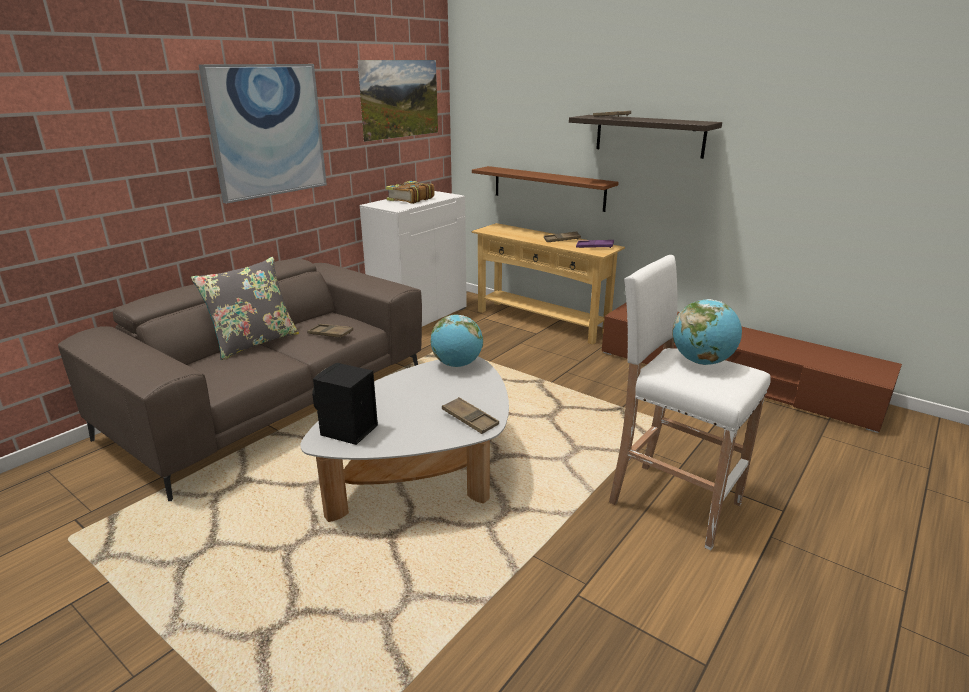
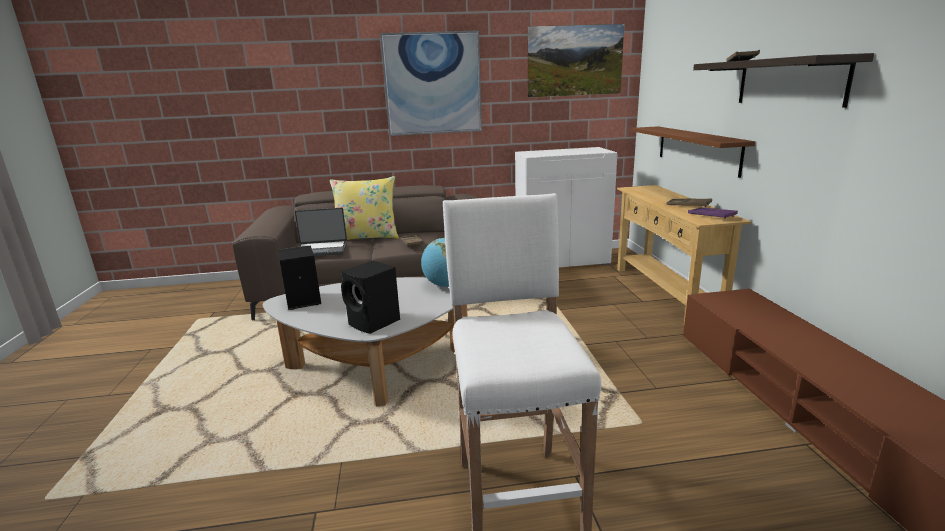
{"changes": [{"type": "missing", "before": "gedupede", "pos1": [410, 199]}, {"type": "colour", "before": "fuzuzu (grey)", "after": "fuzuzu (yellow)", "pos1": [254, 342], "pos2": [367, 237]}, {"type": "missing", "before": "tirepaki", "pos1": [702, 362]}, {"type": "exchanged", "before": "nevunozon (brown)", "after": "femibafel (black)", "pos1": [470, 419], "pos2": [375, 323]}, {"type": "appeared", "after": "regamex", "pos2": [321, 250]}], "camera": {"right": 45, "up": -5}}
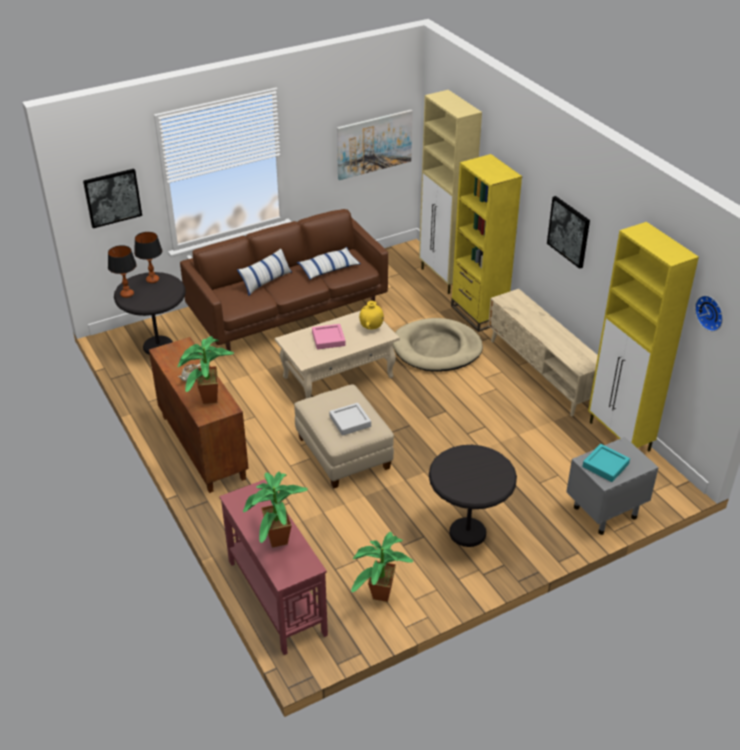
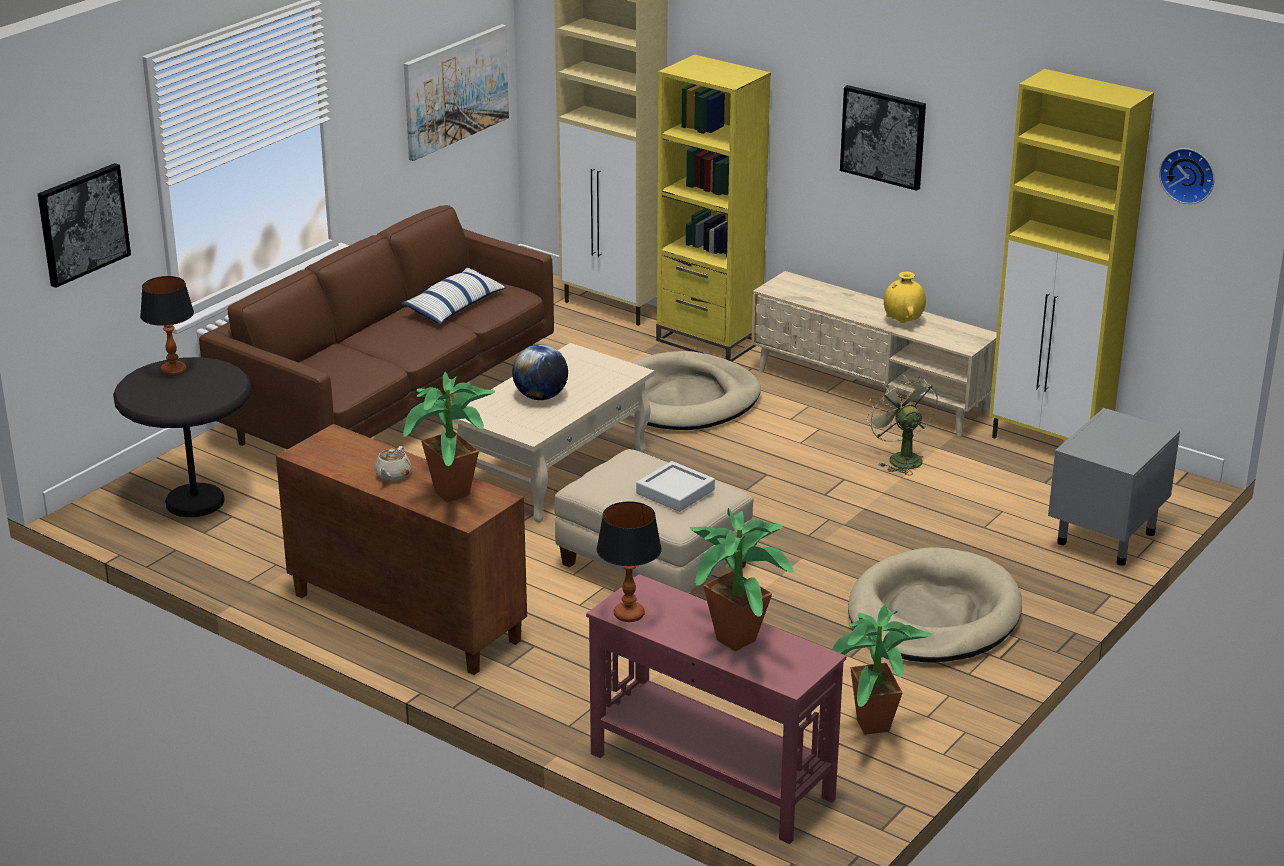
{"changes": [{"type": "relocated", "before": "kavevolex", "pos1": [127, 294], "pos2": [628, 615]}, {"type": "missing", "before": "fuzuzu", "pos1": [266, 281]}, {"type": "relocated", "before": "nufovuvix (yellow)", "pos1": [371, 328], "pos2": [903, 322]}, {"type": "exchanged", "before": "nevunozon (pink)", "after": "tirepaki", "pos1": [328, 339], "pos2": [540, 397]}, {"type": "missing", "before": "nevunozon (turquoise)", "pos1": [605, 465]}, {"type": "exchanged", "before": "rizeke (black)", "after": "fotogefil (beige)", "pos1": [467, 533], "pos2": [933, 615]}, {"type": "appeared", "after": "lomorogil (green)", "pos2": [900, 458]}], "camera": {"right": -25, "up": -10}}
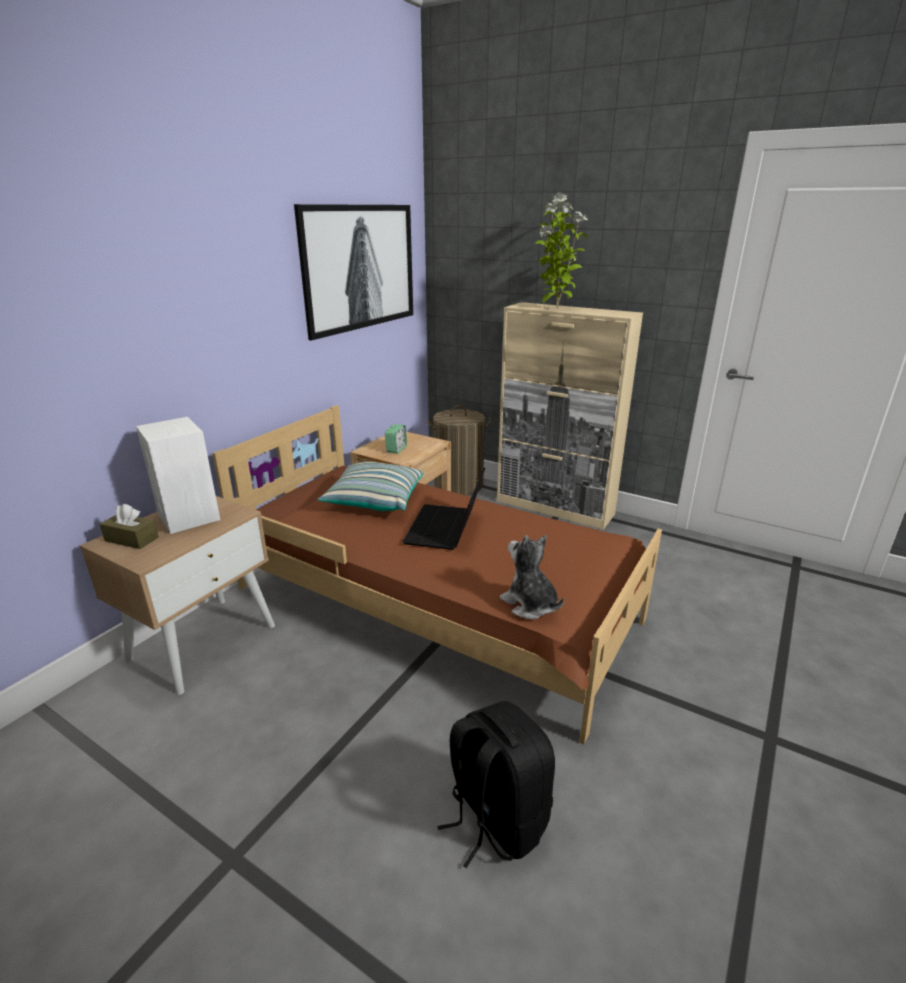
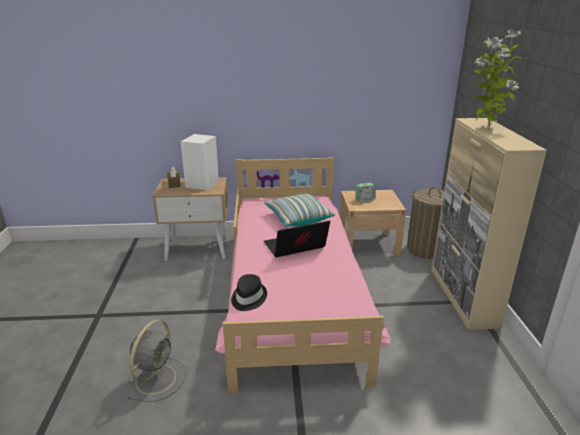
{"changes": [{"type": "missing", "before": "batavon", "pos1": [360, 267]}, {"type": "colour", "before": "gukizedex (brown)", "after": "gukizedex (pink)", "pos1": [437, 603], "pos2": [293, 295]}, {"type": "exchanged", "before": "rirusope", "after": "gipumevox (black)", "pos1": [530, 604], "pos2": [248, 298]}, {"type": "exchanged", "before": "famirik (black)", "after": "lomorogil (grey)", "pos1": [495, 818], "pos2": [157, 378]}], "camera": {"right": 55, "up": 0}}
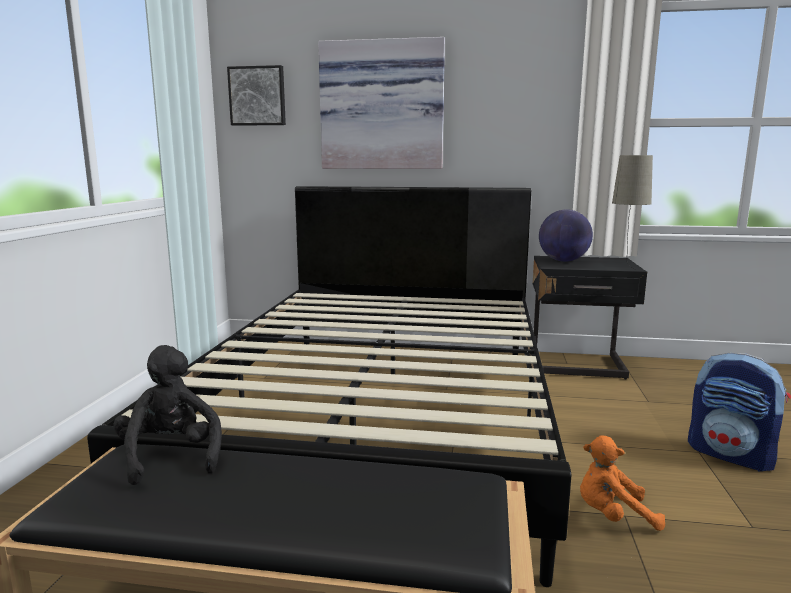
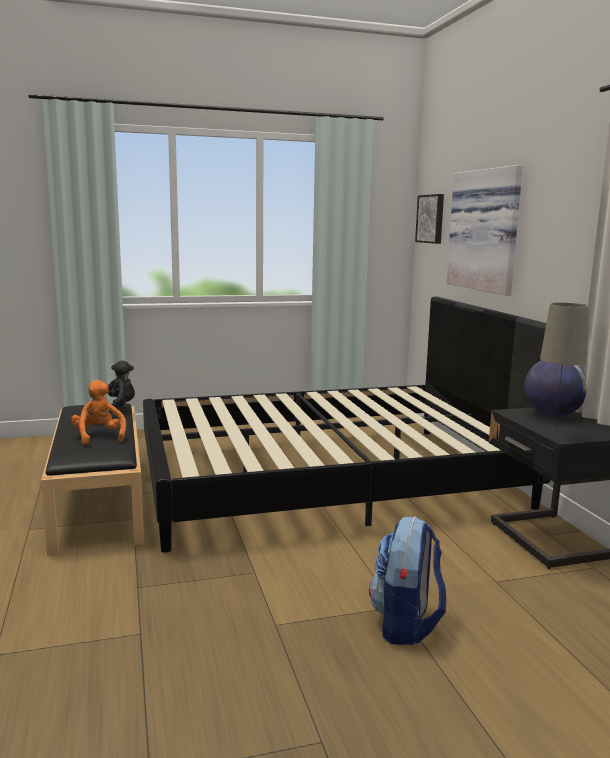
{"changes": [{"type": "relocated", "before": "rirusope (orange)", "pos1": [612, 516], "pos2": [99, 437]}], "camera": {"right": 65, "up": 0}}
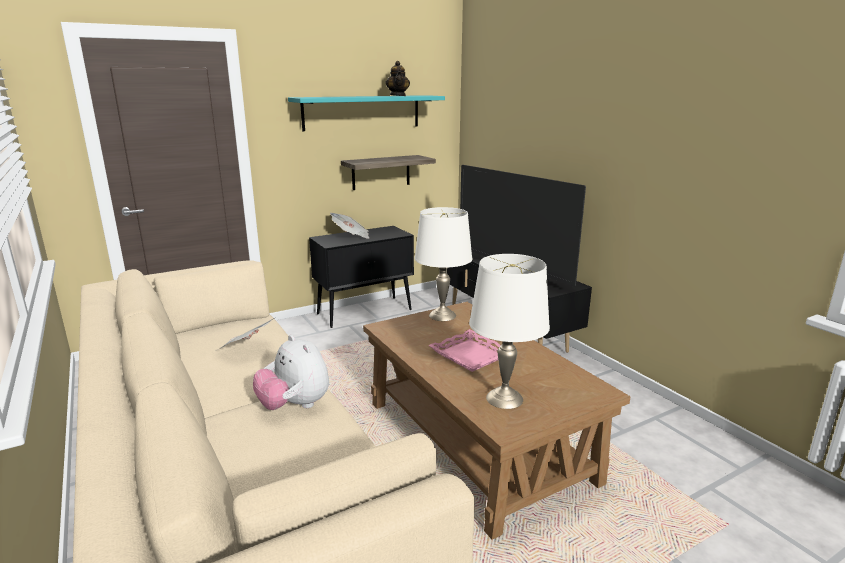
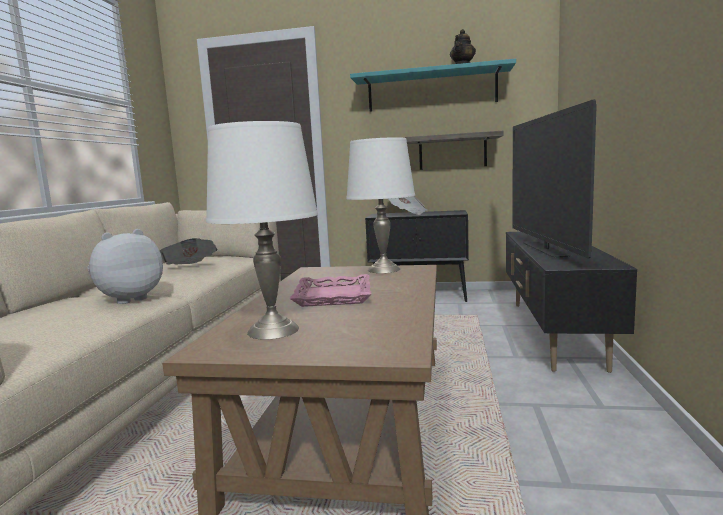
{"changes": [{"type": "spun", "before": "rirusope", "pos1": [294, 406], "pos2": [128, 299], "turn": 45}], "camera": {"right": 40, "up": -10}}
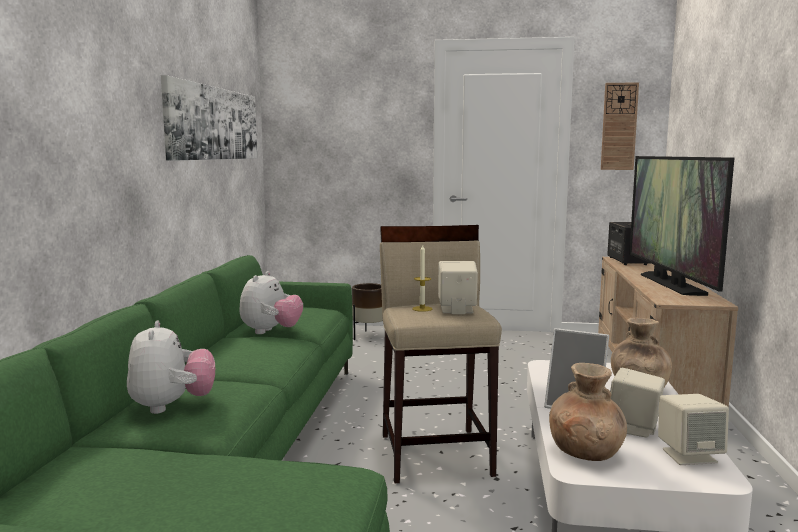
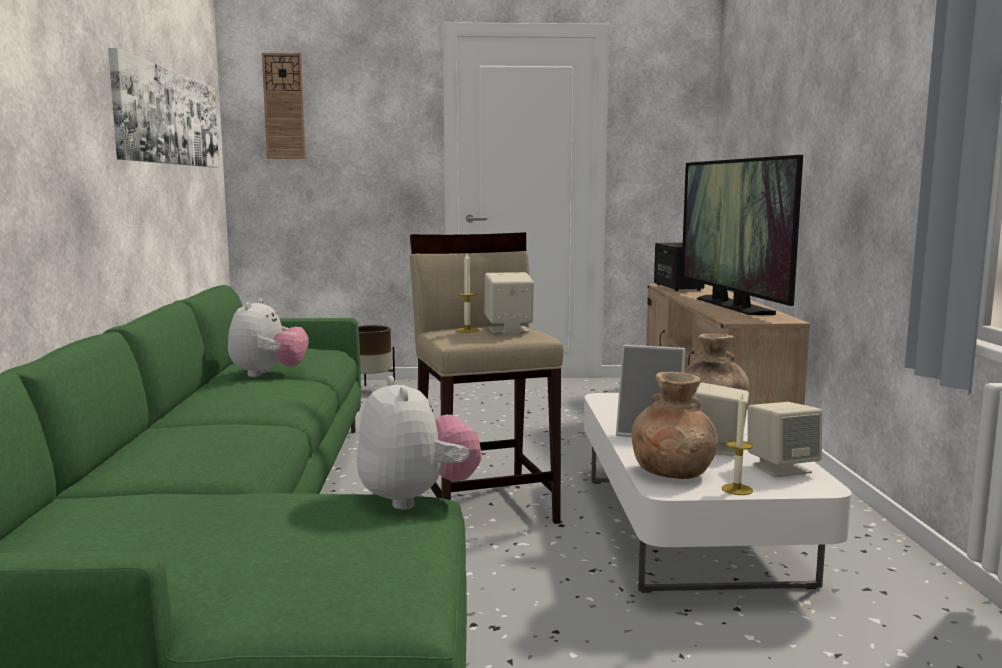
{"changes": [{"type": "relocated", "before": "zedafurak", "pos1": [619, 126], "pos2": [284, 106]}, {"type": "relocated", "before": "rirusope", "pos1": [172, 406], "pos2": [416, 499]}, {"type": "appeared", "after": "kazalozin", "pos2": [737, 489]}], "camera": {"right": -10, "up": 0}}
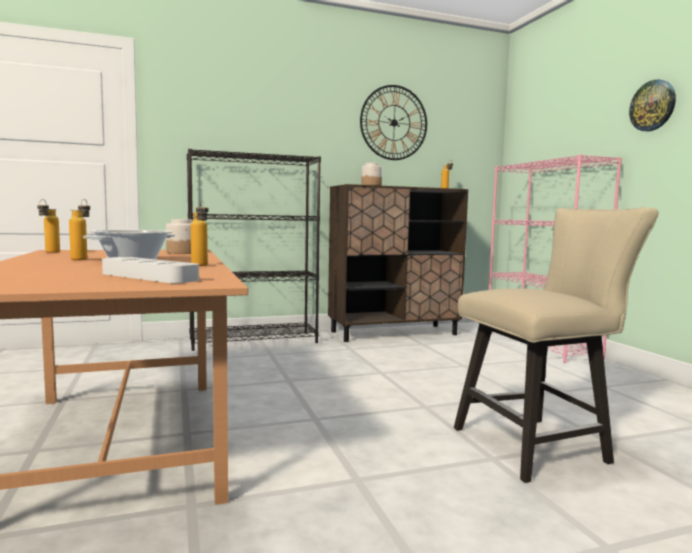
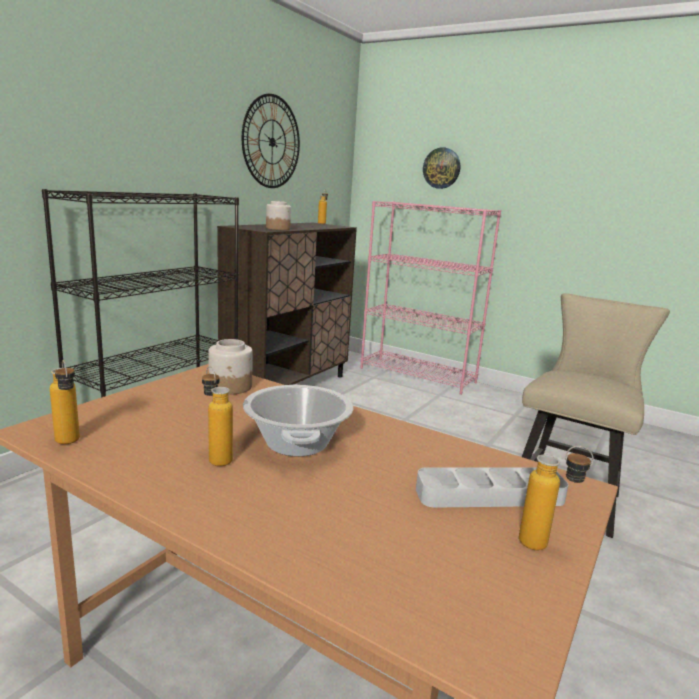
{"changes": [{"type": "relocated", "before": "zedafurak", "pos1": [652, 106], "pos2": [441, 168]}, {"type": "relocated", "before": "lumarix", "pos1": [201, 266], "pos2": [545, 546]}], "camera": {"right": -40, "up": 10}}
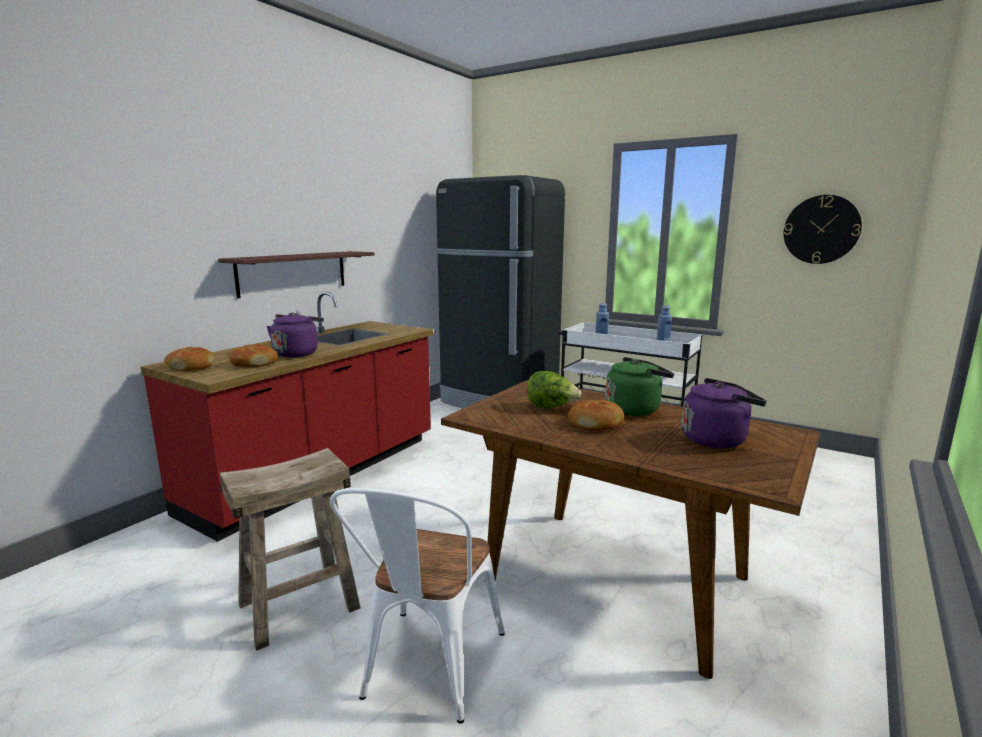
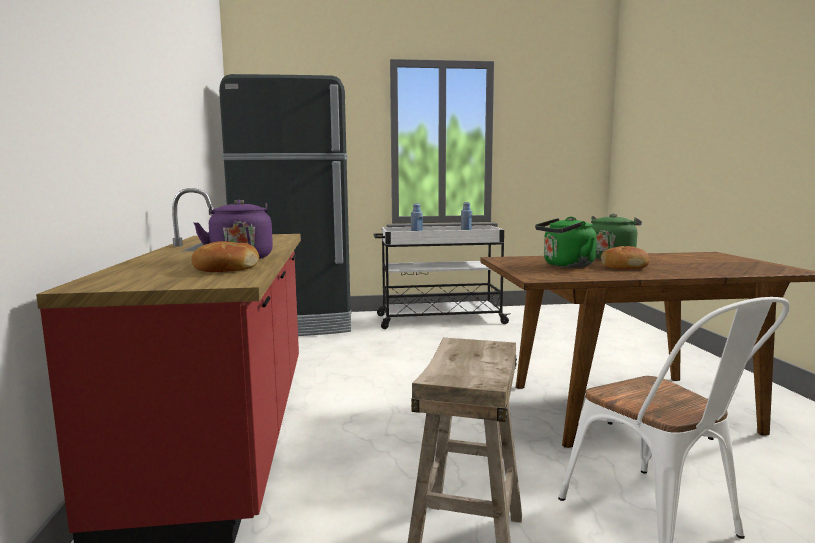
{"changes": [{"type": "missing", "before": "zedafurak", "pos1": [821, 229]}, {"type": "missing", "before": "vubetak", "pos1": [293, 273]}, {"type": "missing", "before": "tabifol", "pos1": [191, 367]}, {"type": "exchanged", "before": "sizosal", "after": "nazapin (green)", "pos1": [551, 408], "pos2": [566, 265]}, {"type": "missing", "before": "nazapin (purple)", "pos1": [717, 439]}], "camera": {"right": -40, "up": -5}}
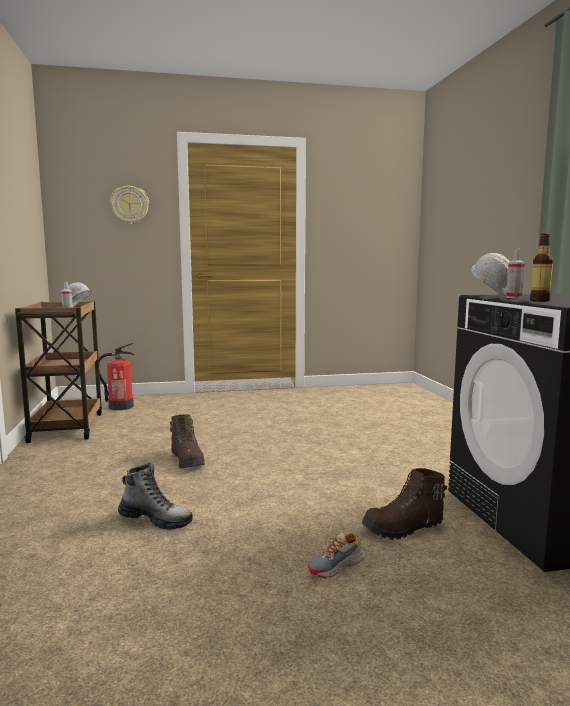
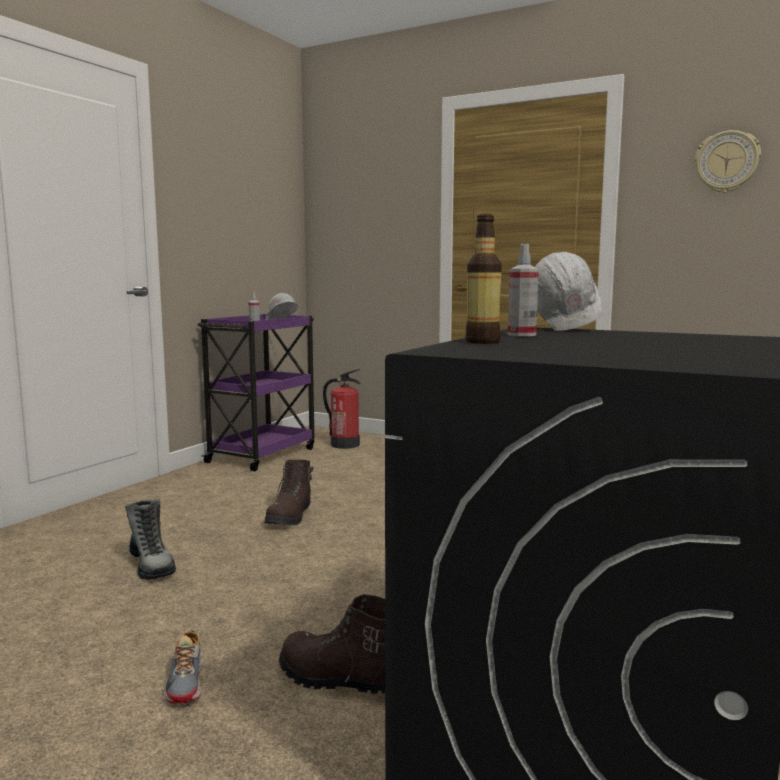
{"changes": [{"type": "relocated", "before": "zedafurak", "pos1": [130, 205], "pos2": [727, 162]}, {"type": "colour", "before": "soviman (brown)", "after": "soviman (purple)", "pos1": [67, 427], "pos2": [263, 455]}, {"type": "spun", "before": "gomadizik", "pos1": [337, 566], "pos2": [187, 682], "turn": -105}], "camera": {"right": 40, "up": 0}}
